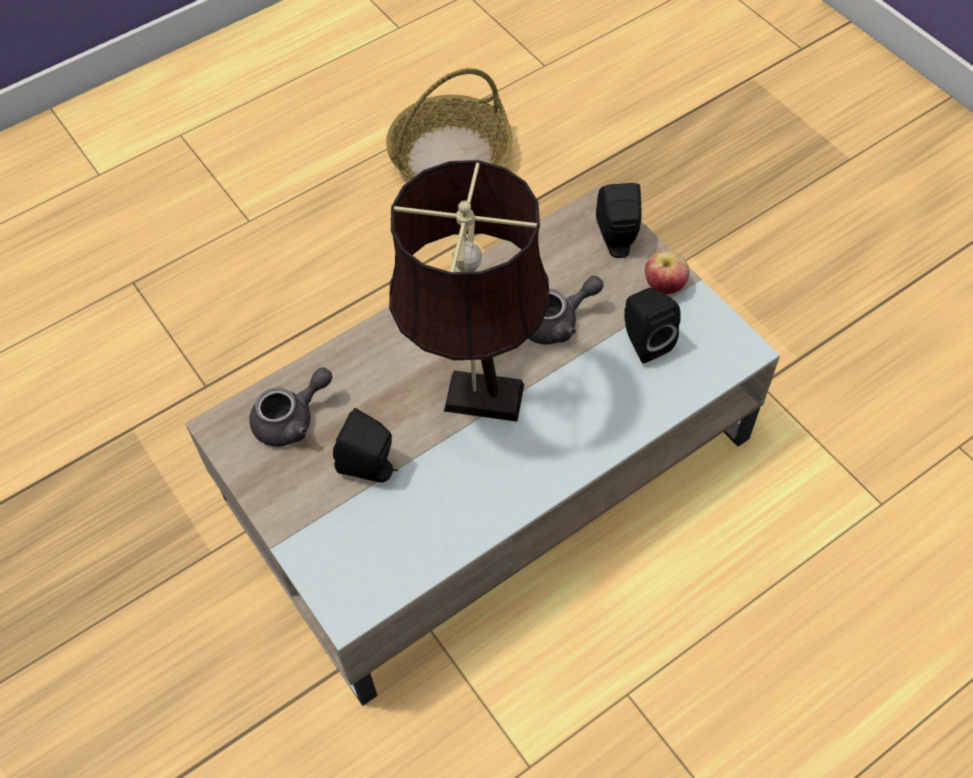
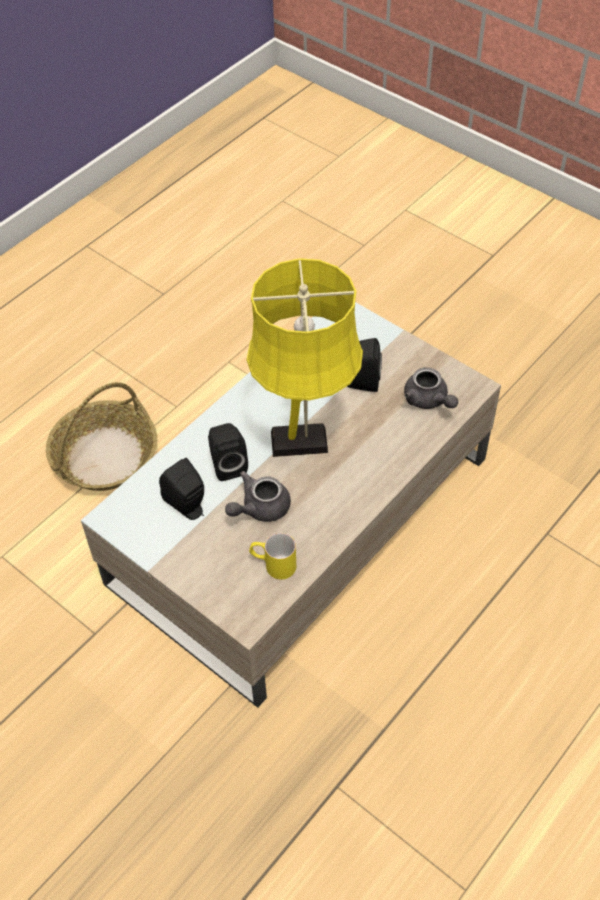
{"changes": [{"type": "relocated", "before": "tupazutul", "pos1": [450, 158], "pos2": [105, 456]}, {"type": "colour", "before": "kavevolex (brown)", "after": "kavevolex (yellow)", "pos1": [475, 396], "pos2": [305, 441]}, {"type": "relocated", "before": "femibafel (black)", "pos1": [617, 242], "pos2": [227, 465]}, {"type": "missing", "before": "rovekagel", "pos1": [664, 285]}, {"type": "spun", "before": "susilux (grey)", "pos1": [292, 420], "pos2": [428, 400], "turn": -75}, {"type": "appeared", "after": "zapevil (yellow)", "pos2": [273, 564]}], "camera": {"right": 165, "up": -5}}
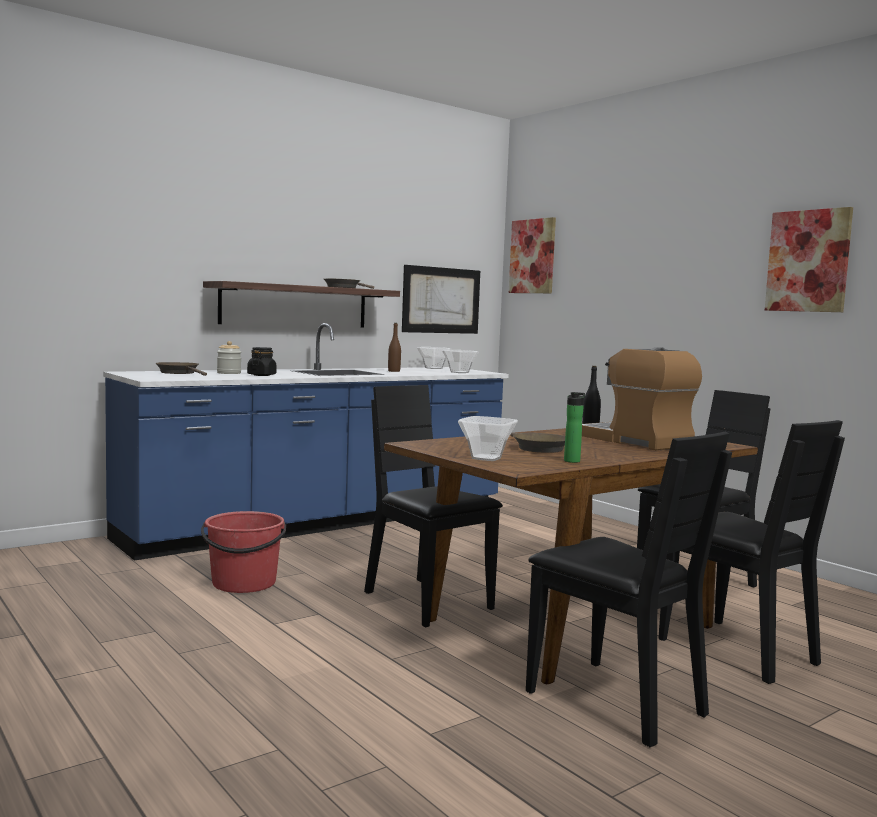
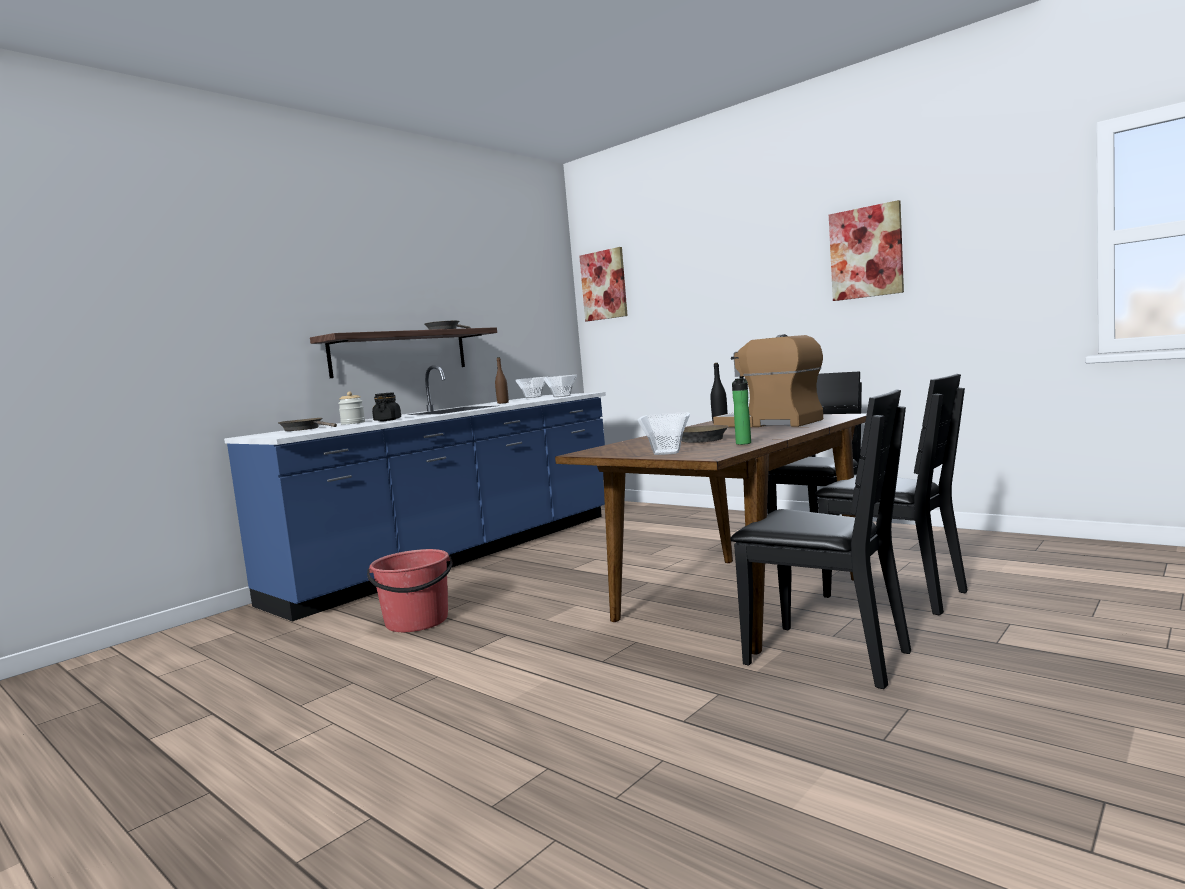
{"changes": [{"type": "missing", "before": "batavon", "pos1": [441, 300]}, {"type": "missing", "before": "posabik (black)", "pos1": [427, 601]}], "camera": {"right": -10, "up": 0}}
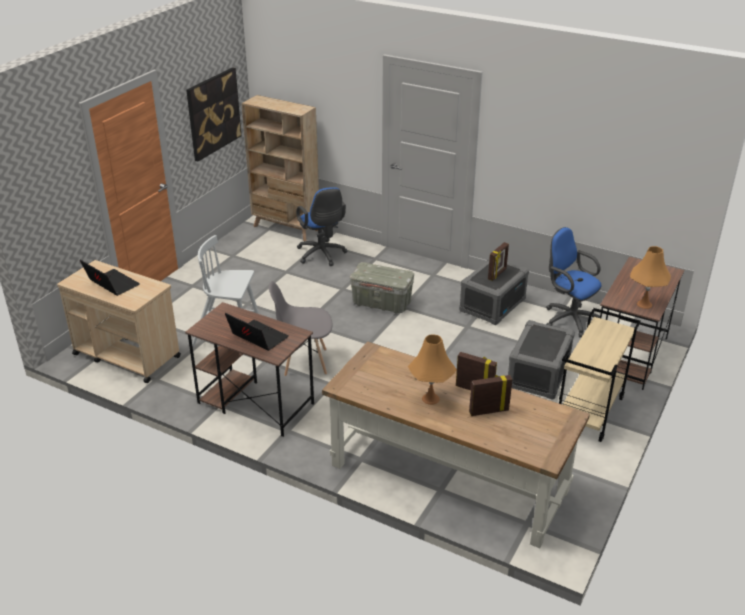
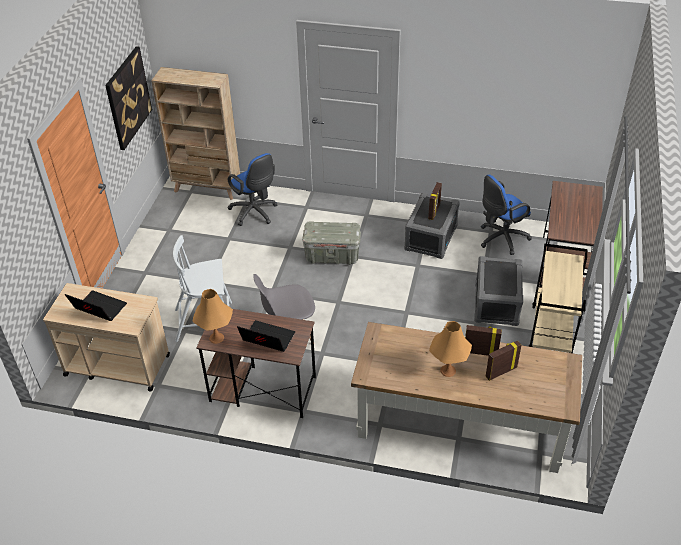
{"changes": [{"type": "spun", "before": "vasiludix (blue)", "pos1": [568, 319], "pos2": [500, 239], "turn": -60}, {"type": "relocated", "before": "kavevolex (orange)", "pos1": [644, 304], "pos2": [216, 337]}], "camera": {"right": -15, "up": 10}}
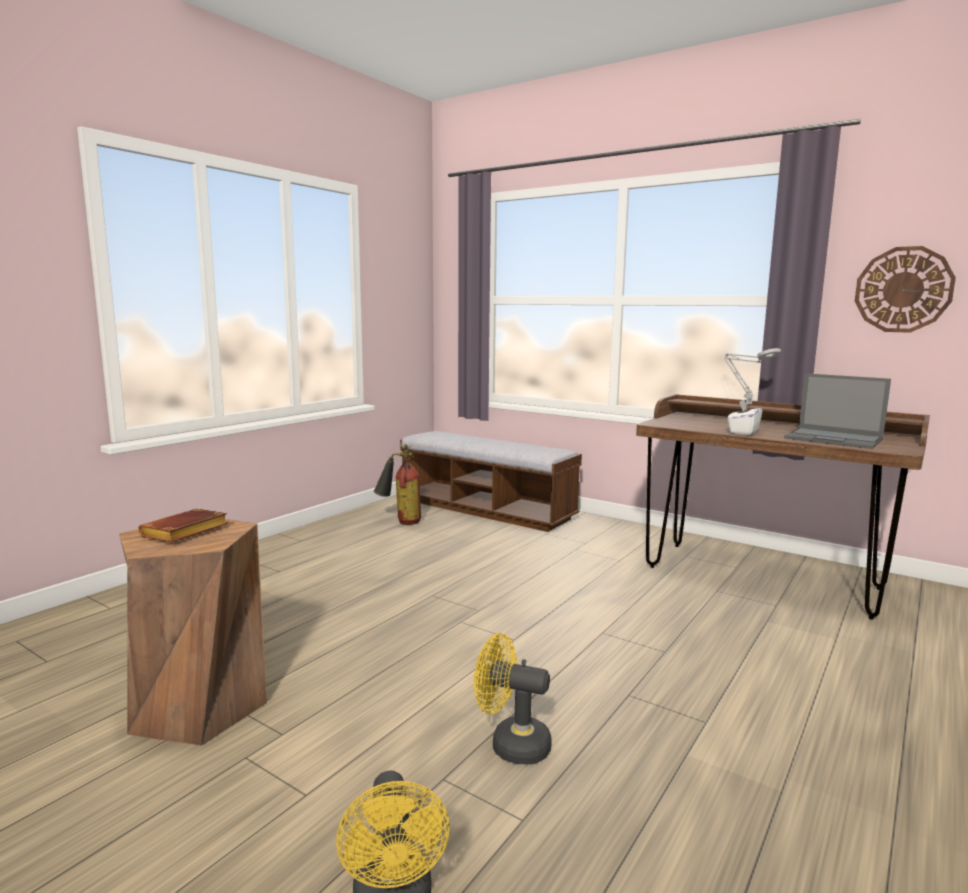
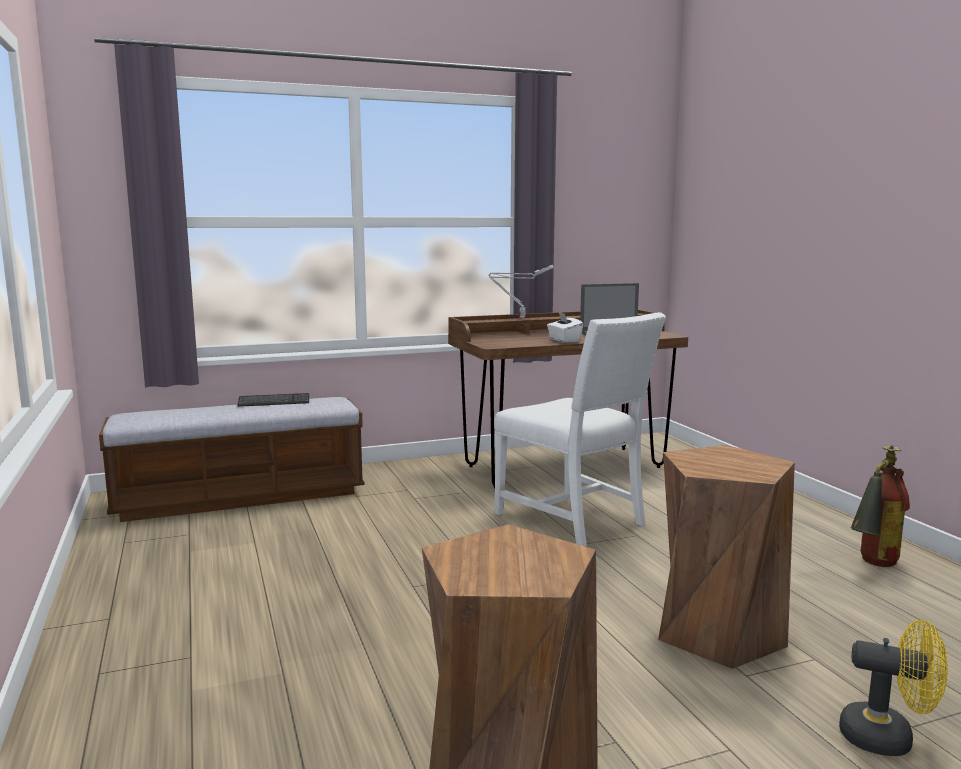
{"changes": [{"type": "missing", "before": "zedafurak", "pos1": [903, 290]}, {"type": "relocated", "before": "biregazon", "pos1": [400, 521], "pos2": [872, 565]}, {"type": "missing", "before": "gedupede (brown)", "pos1": [184, 533]}, {"type": "exchanged", "before": "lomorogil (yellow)", "after": "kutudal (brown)", "pos1": [511, 744], "pos2": [718, 633]}, {"type": "appeared", "after": "posabik (white)", "pos2": [574, 519]}, {"type": "appeared", "after": "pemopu", "pos2": [274, 402]}], "camera": {"right": -55, "up": 0}}
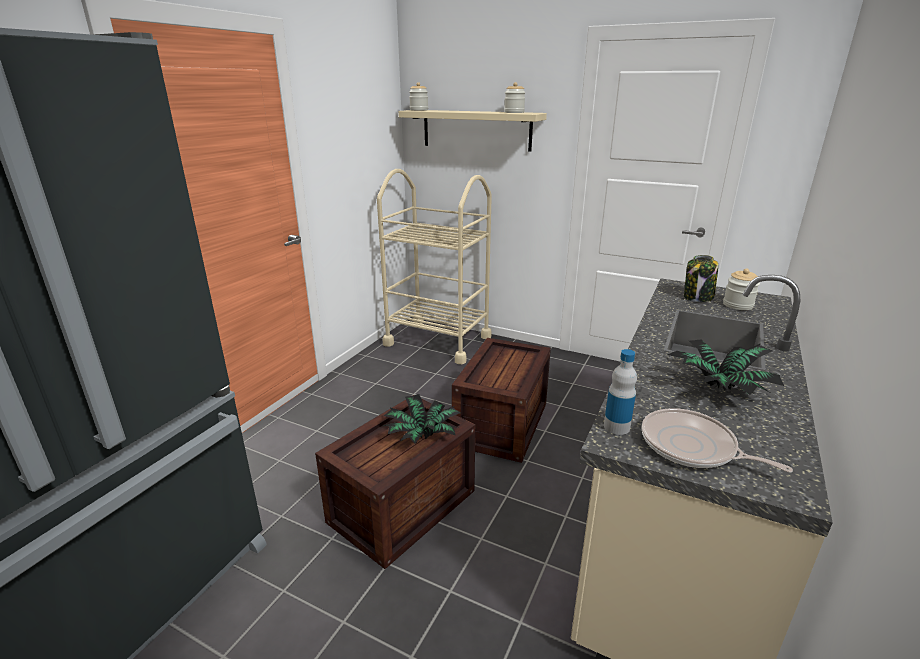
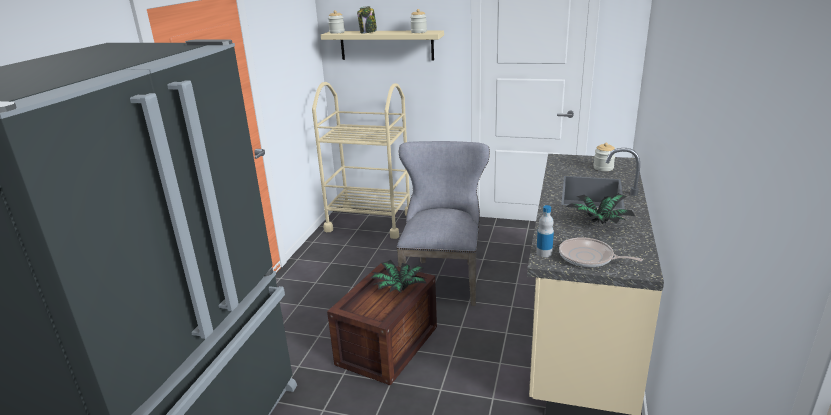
{"changes": [{"type": "relocated", "before": "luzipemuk", "pos1": [698, 297], "pos2": [368, 32]}, {"type": "exchanged", "before": "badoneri", "after": "posabik (grey)", "pos1": [502, 423], "pos2": [443, 278]}], "camera": {"right": -10, "up": 0}}
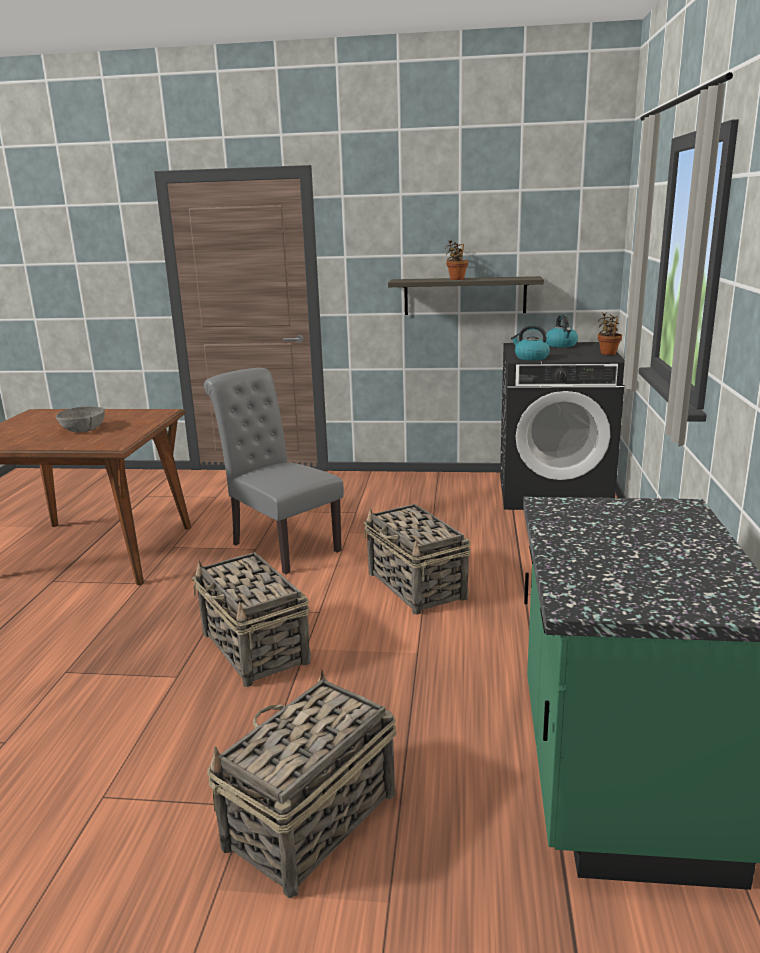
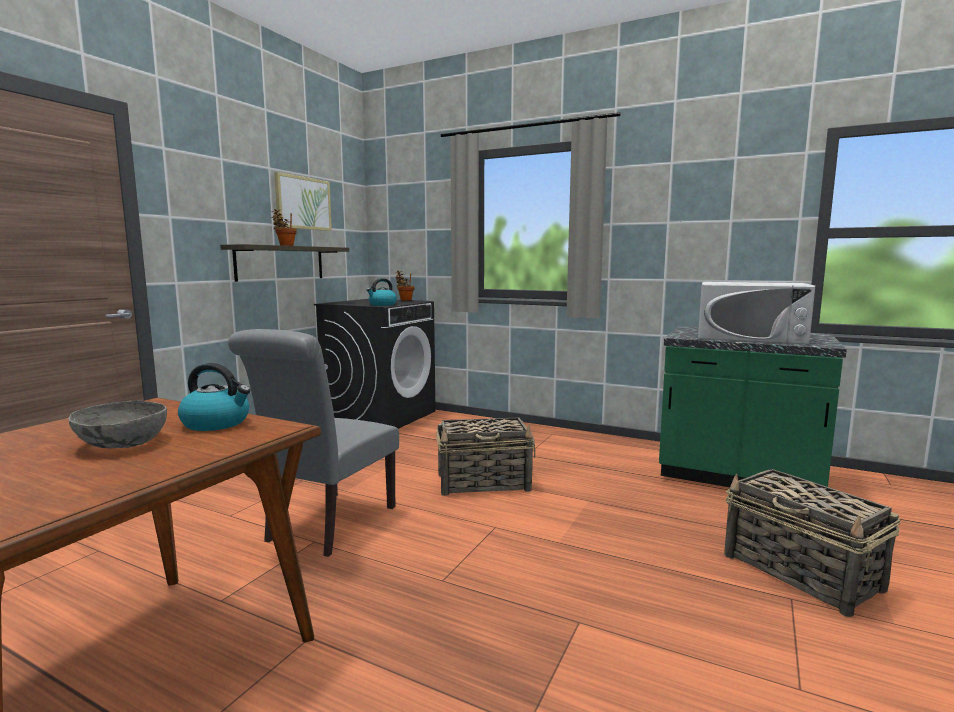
{"changes": [{"type": "relocated", "before": "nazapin", "pos1": [561, 345], "pos2": [217, 423]}, {"type": "spun", "before": "posabik (grey)", "pos1": [280, 545], "pos2": [326, 526], "turn": -45}, {"type": "missing", "before": "tupazutul", "pos1": [255, 649]}, {"type": "appeared", "after": "batavon", "pos2": [303, 203]}, {"type": "appeared", "after": "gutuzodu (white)", "pos2": [750, 337]}], "camera": {"right": -70, "up": -10}}
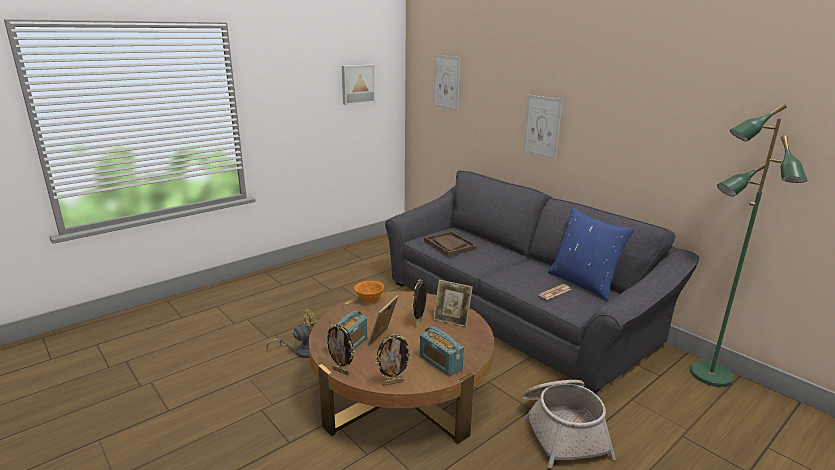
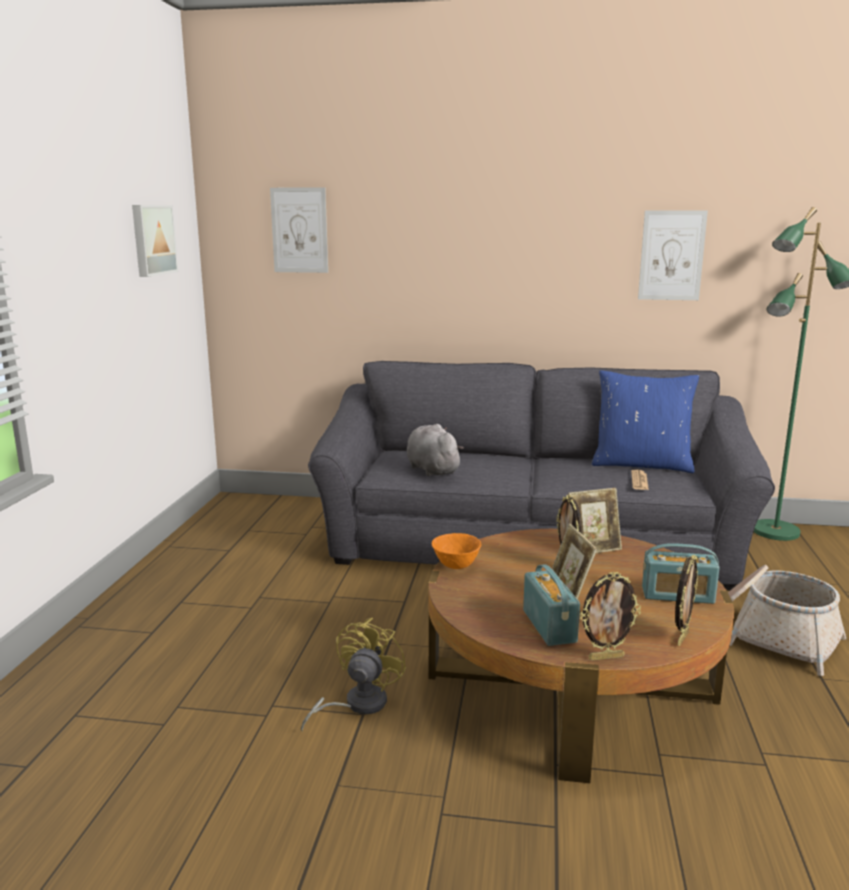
{"changes": [{"type": "relocated", "before": "batavon", "pos1": [542, 126], "pos2": [671, 255]}, {"type": "exchanged", "before": "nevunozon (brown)", "after": "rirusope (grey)", "pos1": [449, 245], "pos2": [431, 469]}], "camera": {"right": -40, "up": -5}}
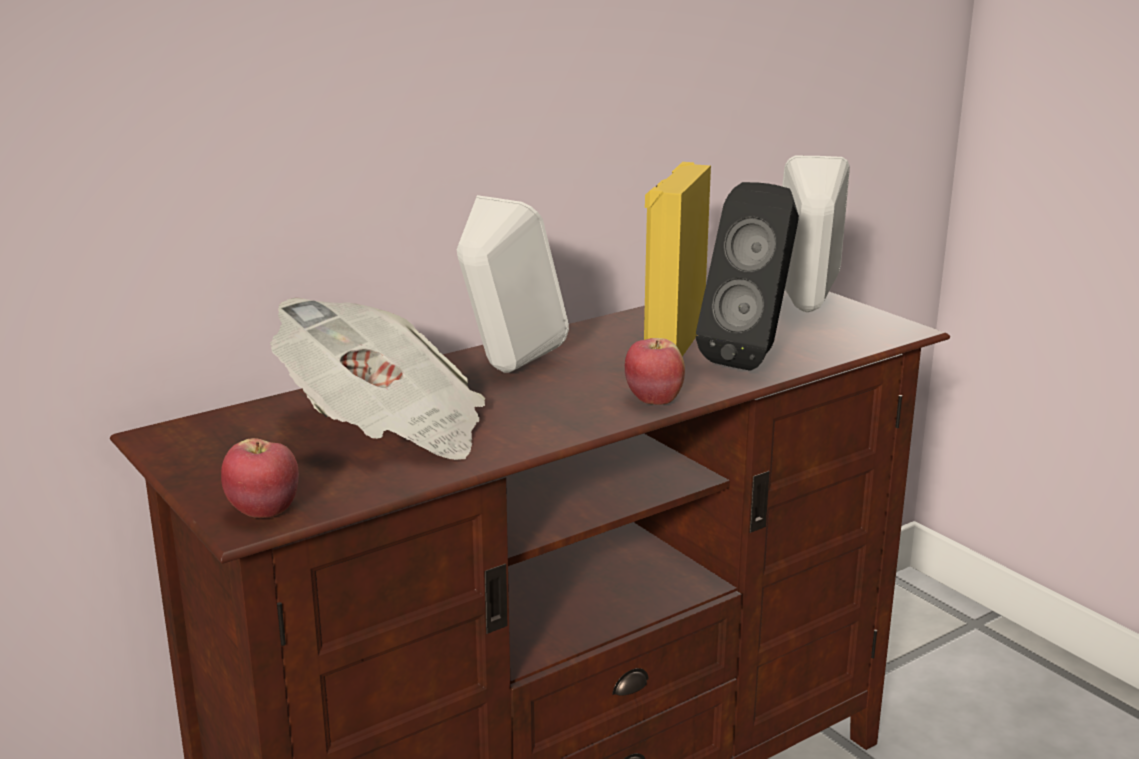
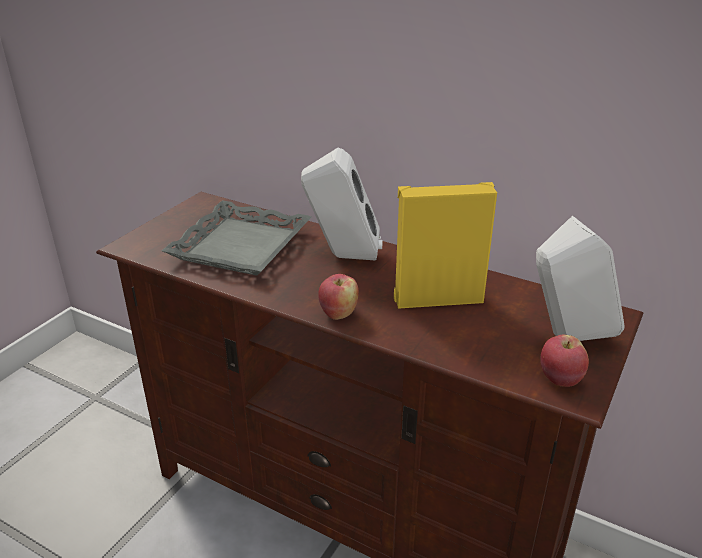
{"changes": [{"type": "missing", "before": "femibafel (black)", "pos1": [752, 358]}, {"type": "exchanged", "before": "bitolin", "after": "nevunozon (grey)", "pos1": [387, 429], "pos2": [241, 246]}, {"type": "relocated", "before": "rovekagel", "pos1": [264, 511], "pos2": [560, 379]}], "camera": {"right": 65, "up": 10}}
